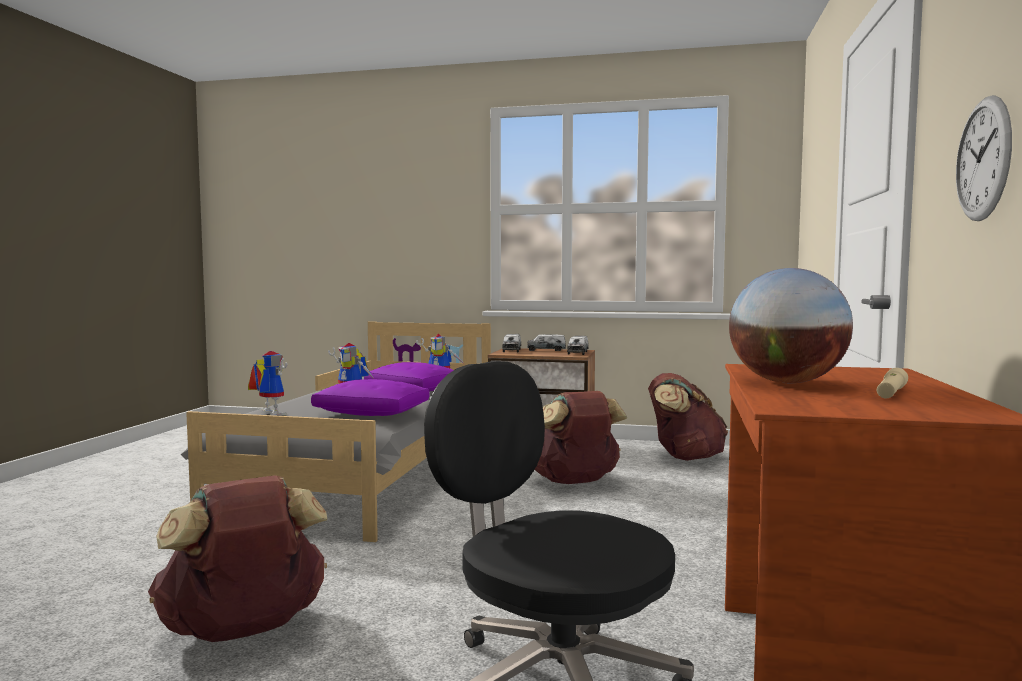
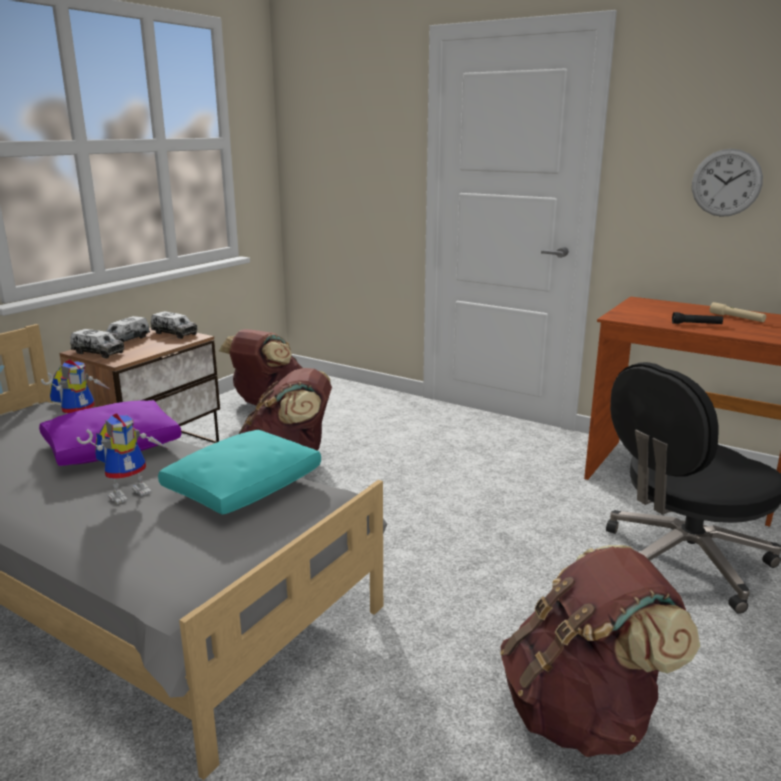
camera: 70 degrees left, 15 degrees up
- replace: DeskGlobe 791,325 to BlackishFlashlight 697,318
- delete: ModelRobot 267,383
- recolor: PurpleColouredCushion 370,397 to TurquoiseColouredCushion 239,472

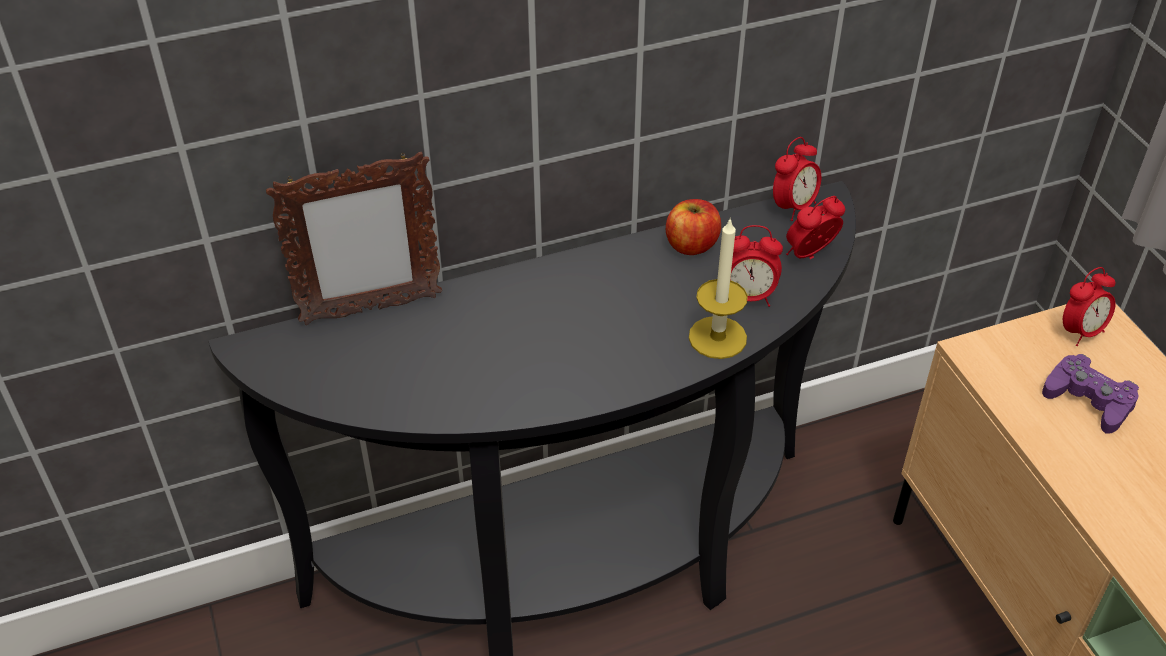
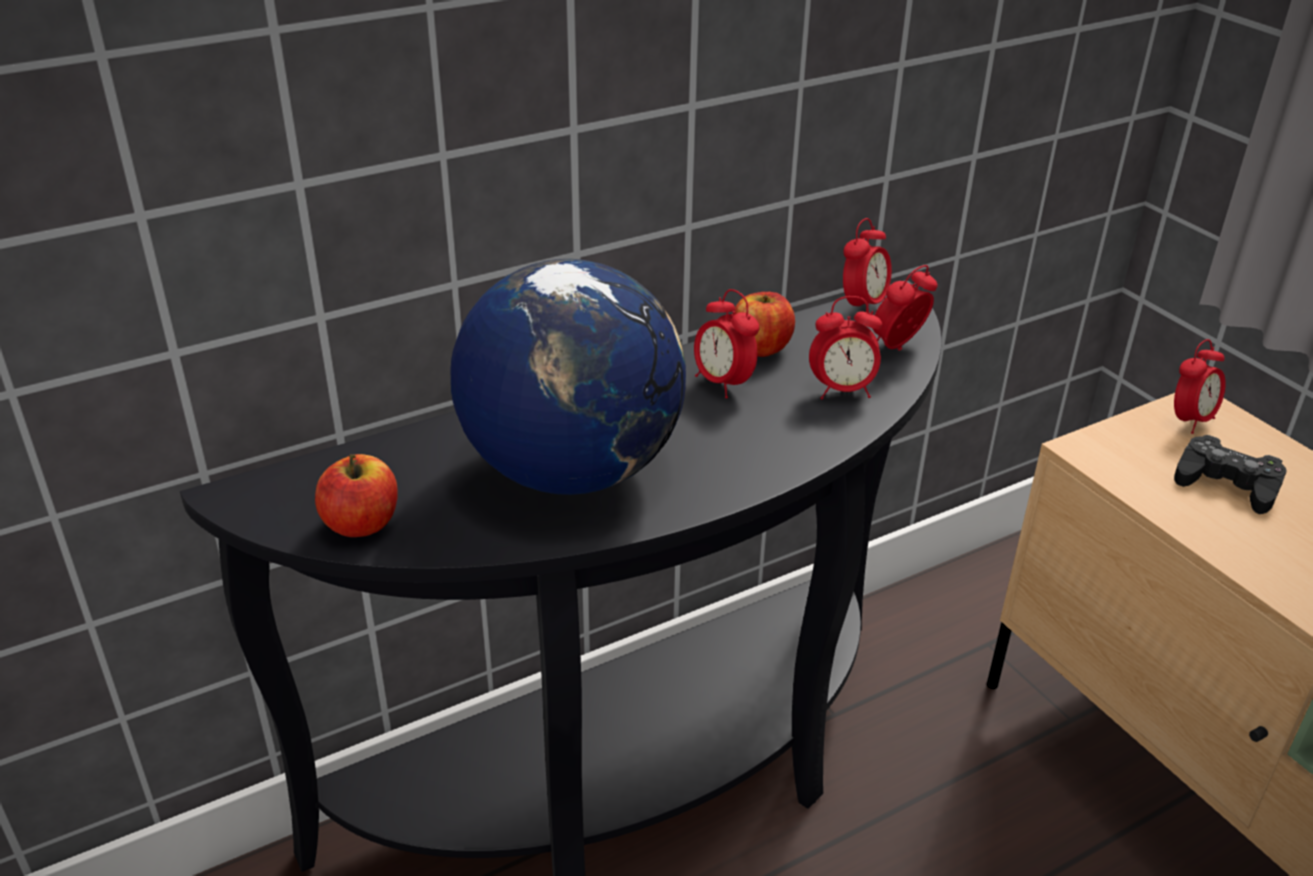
camera: 10 degrees left, 10 degrees down
- delete: StandingFrame 354,238
- delete: WaxLight 718,288
- recolor: PurpleColouredJoypad 1090,394 to BlackishJoypad 1230,474
- insert: DeskGlobe 568,377
- insert: TableClock 727,343
- insert: AppleFruit 356,495

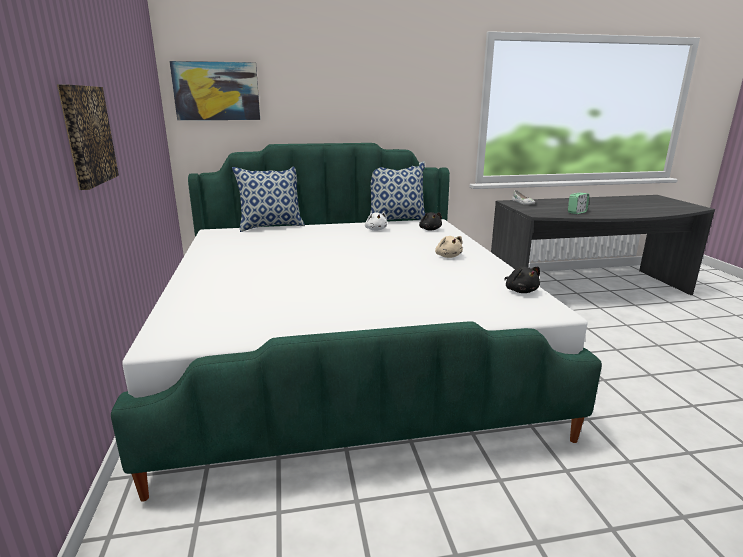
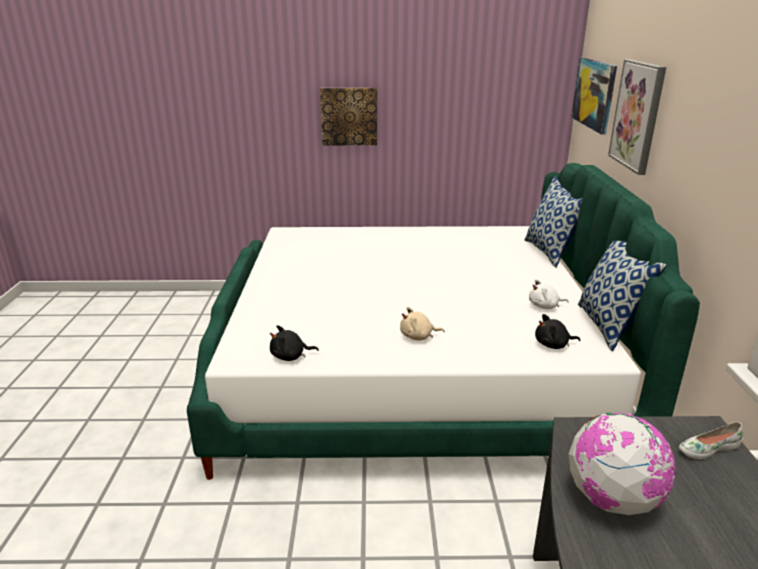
camera: 100 degrees right, 5 degrees up
- replace: TableClock 578,203 to DeskGlobe 622,464
- insert: WallPicture 637,117

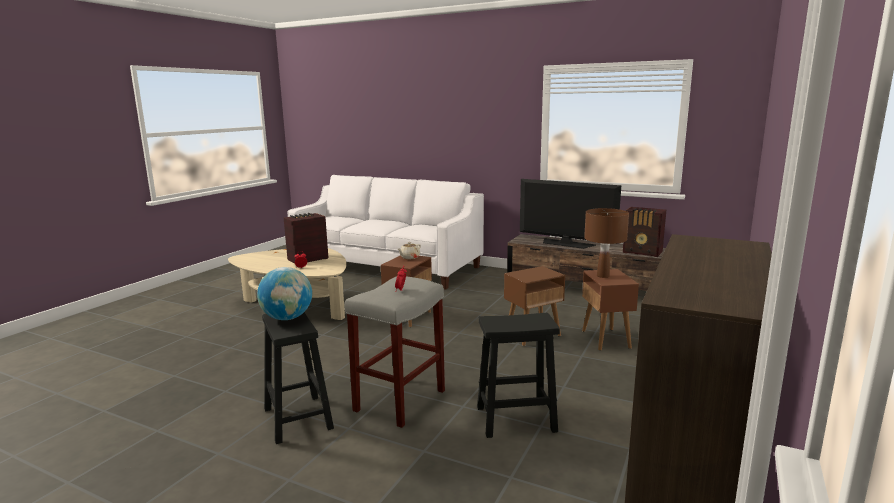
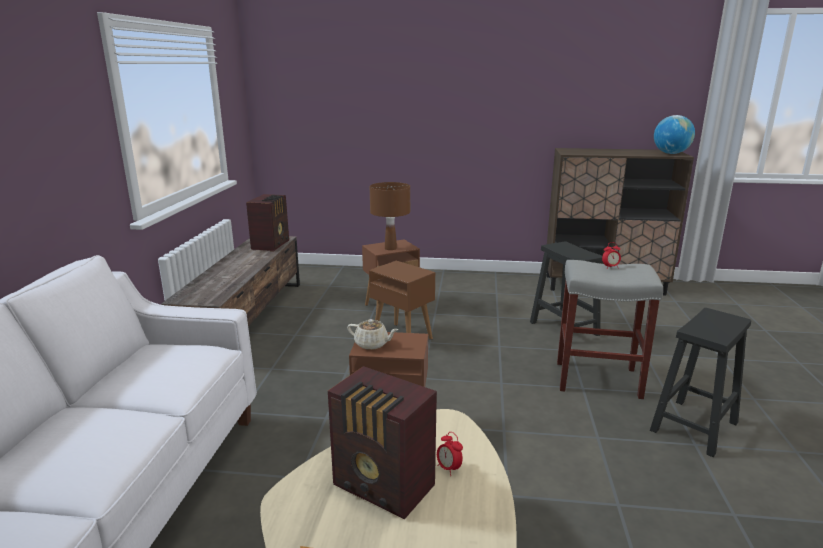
camera: 110 degrees left, 5 degrees up
- delete: Tv 570,214
- move: DeskGlobe 284,293 to 674,134

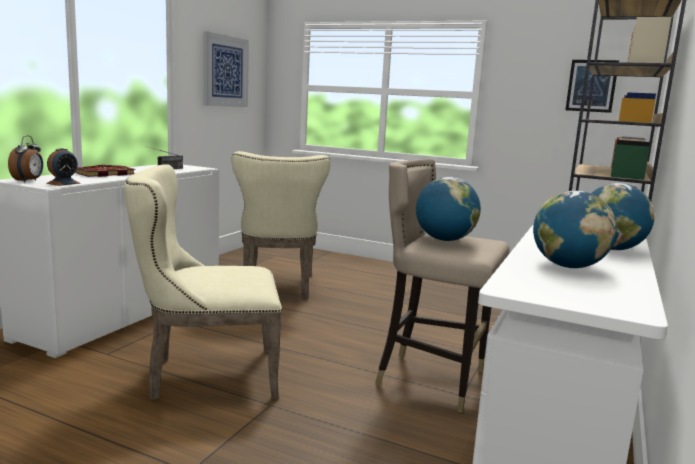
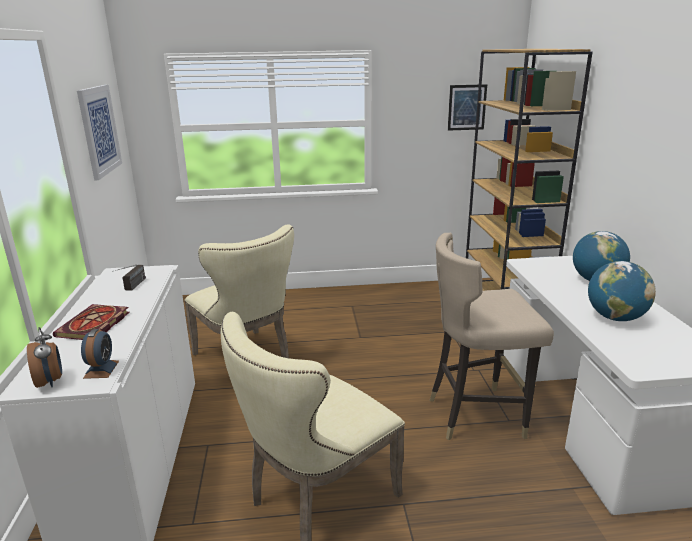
camera: 30 degrees left, 10 degrees up
- delete: DeskGlobe 448,209

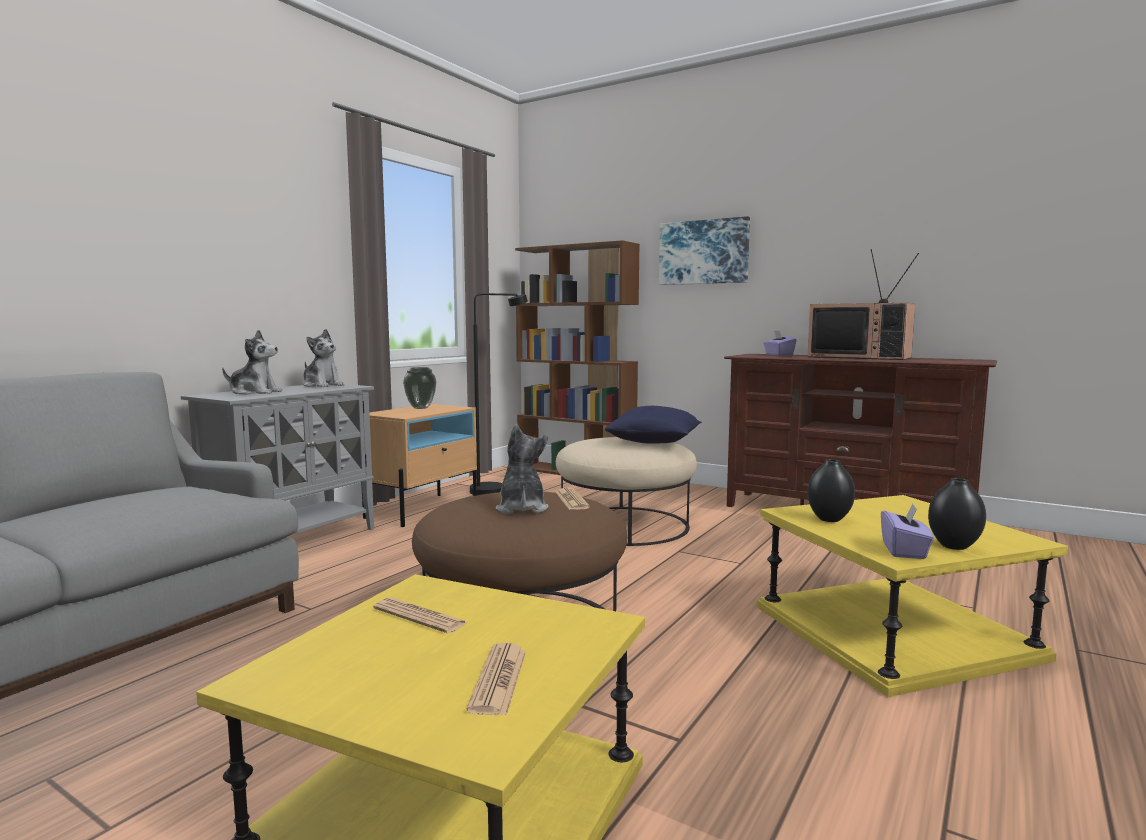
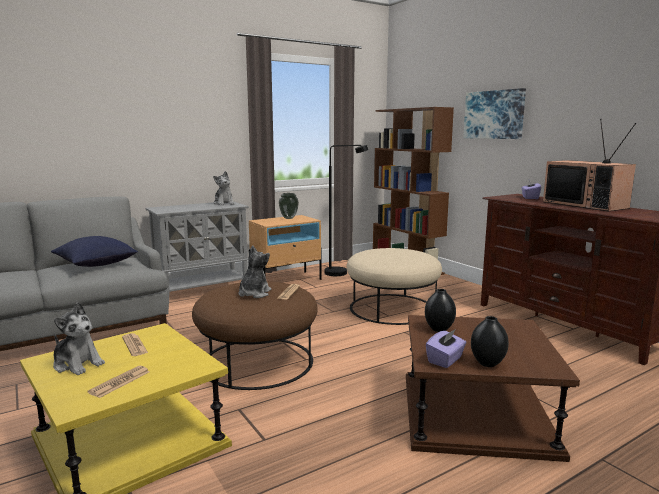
camera: 25 degrees right, 5 degrees up
- move: CuddlyToy 252,362 to 79,338
- move: BlueColouredCushion 653,424 to 94,251
- recolor: YellowishSideTable 912,596 to BrownishSideTable 493,388

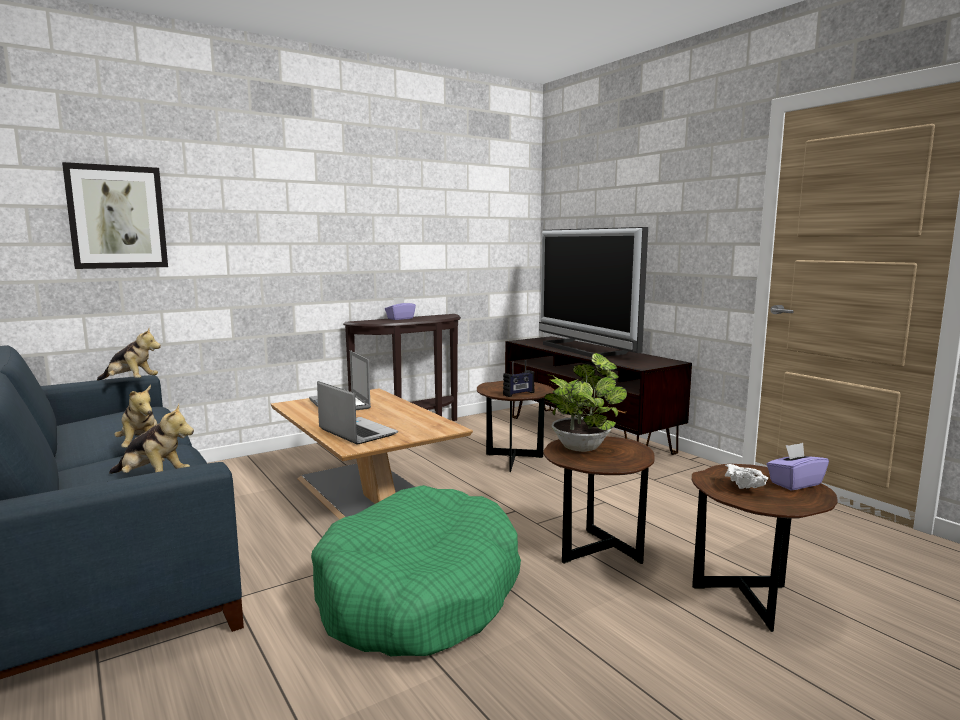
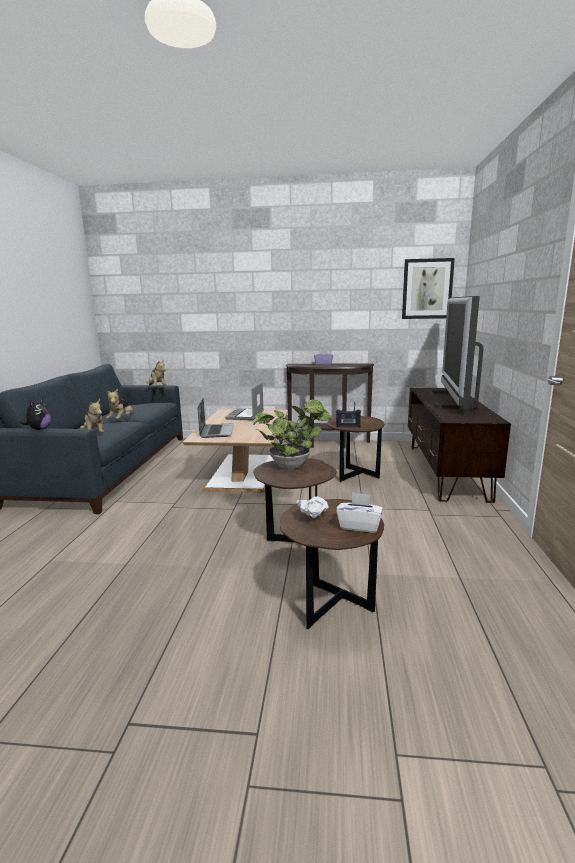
camera: 40 degrees right, 5 degrees up
- move: WallPicture 115,215 to 428,288
- recolor: PurpleColouredBoxOfTissues 798,466 to WhiteBoxOfTissues 359,512
- delete: GreenDogBed 416,570
- insert: CuddlyToy 35,414

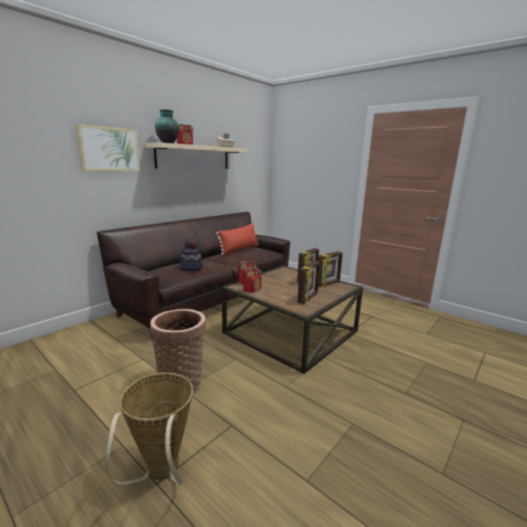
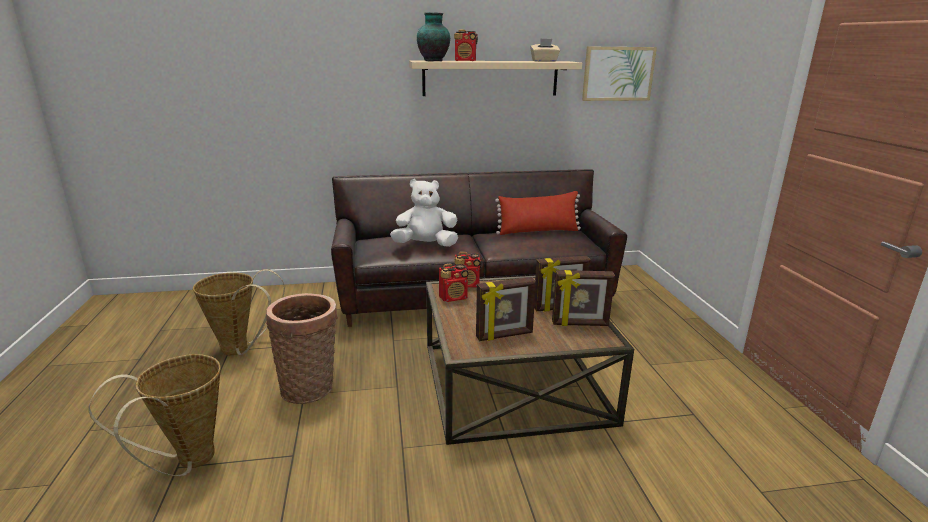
camera: 40 degrees right, 5 degrees up
- move: WallPicture 108,148 to 619,73
- replace: WearableHat 191,254 to WhiteCuddlyToy 424,213
- insert: Basket 239,312

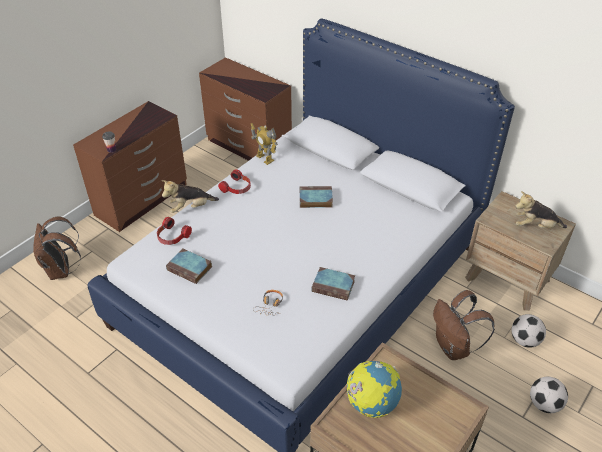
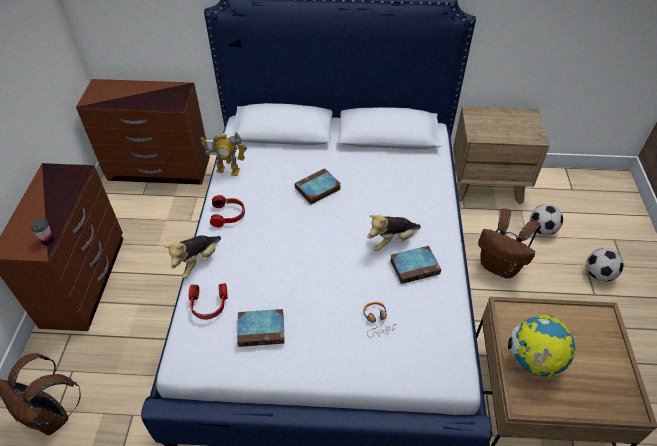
camera: 35 degrees left, 5 degrees up
- move: CuddlyToy 541,209 to 394,233

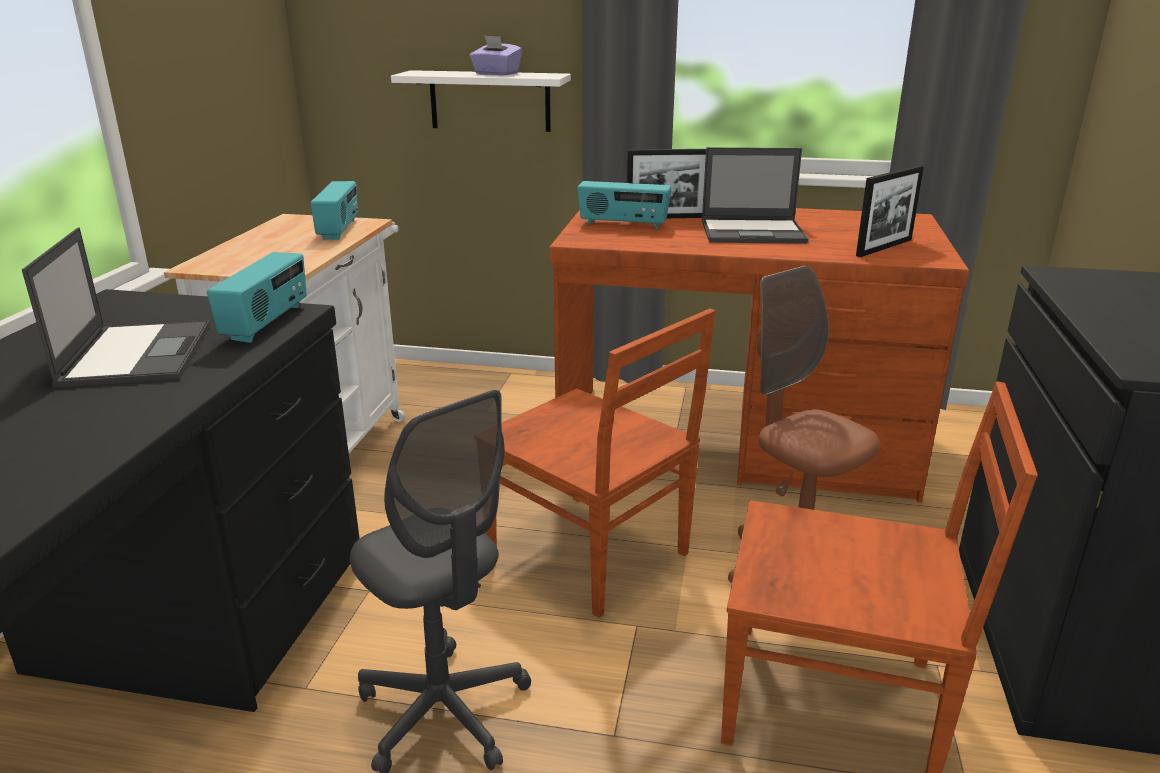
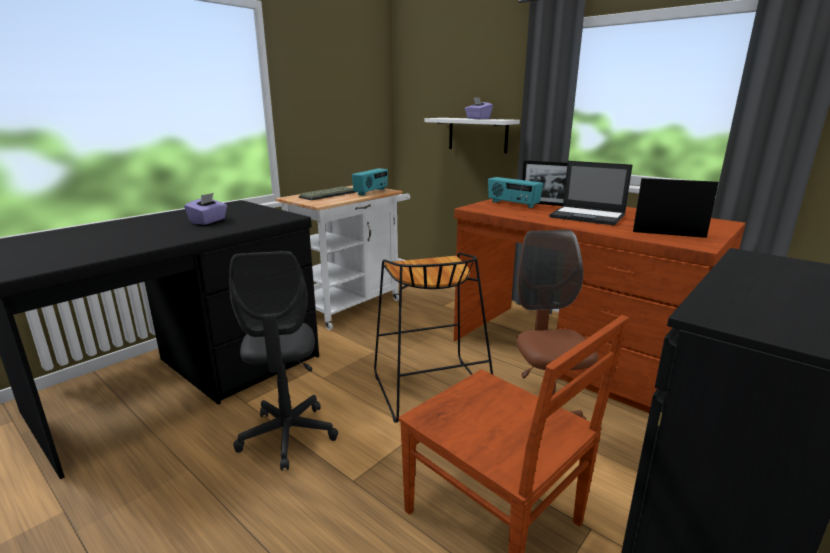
camera: 30 degrees right, 5 degrees down
- rotate: StandingFrame 890,211 = 676,208 150 degrees counterclockwise
- replace: Laptop 116,307 to PurpleColouredBoxOfTissues 205,209
- delete: Radio 257,297
- replace: BrownishPlainChair 600,463 to BlackishStool 433,337
- insert: Keyboard 327,193

